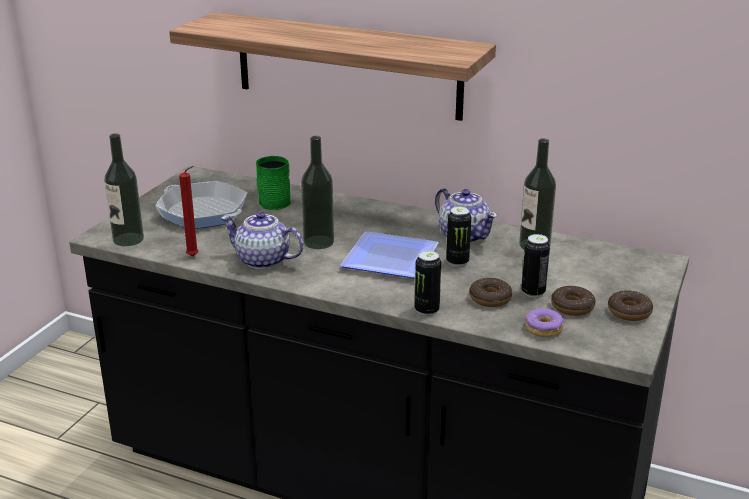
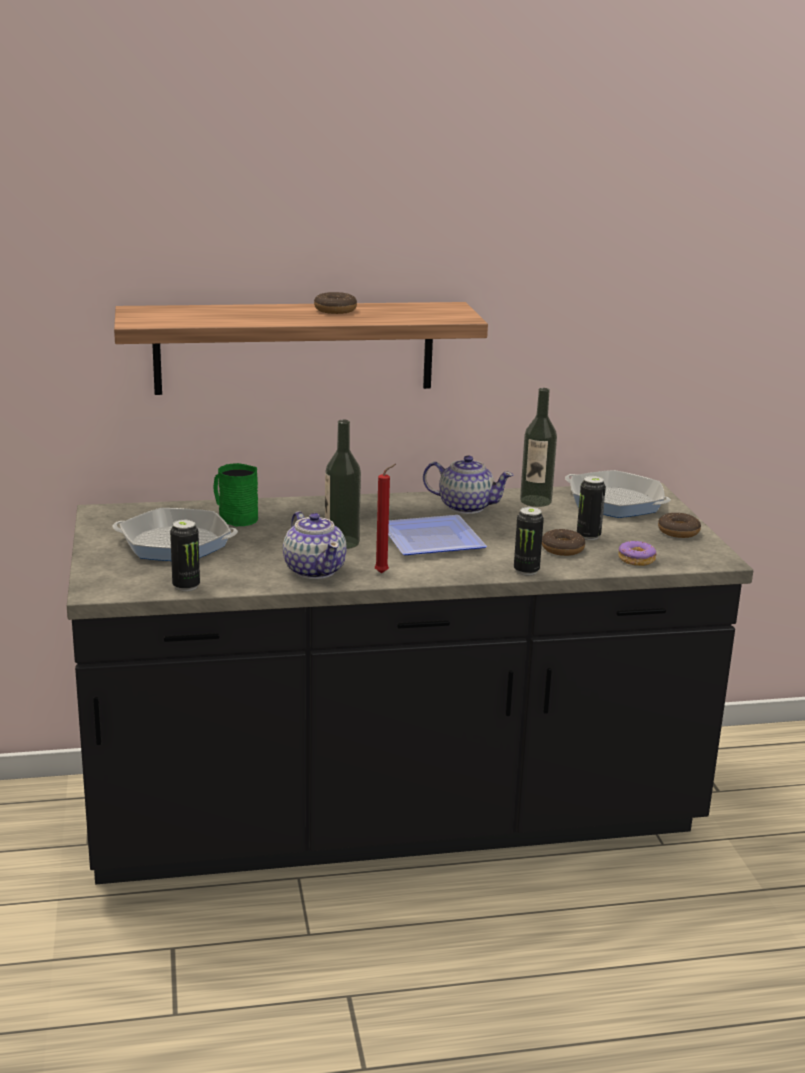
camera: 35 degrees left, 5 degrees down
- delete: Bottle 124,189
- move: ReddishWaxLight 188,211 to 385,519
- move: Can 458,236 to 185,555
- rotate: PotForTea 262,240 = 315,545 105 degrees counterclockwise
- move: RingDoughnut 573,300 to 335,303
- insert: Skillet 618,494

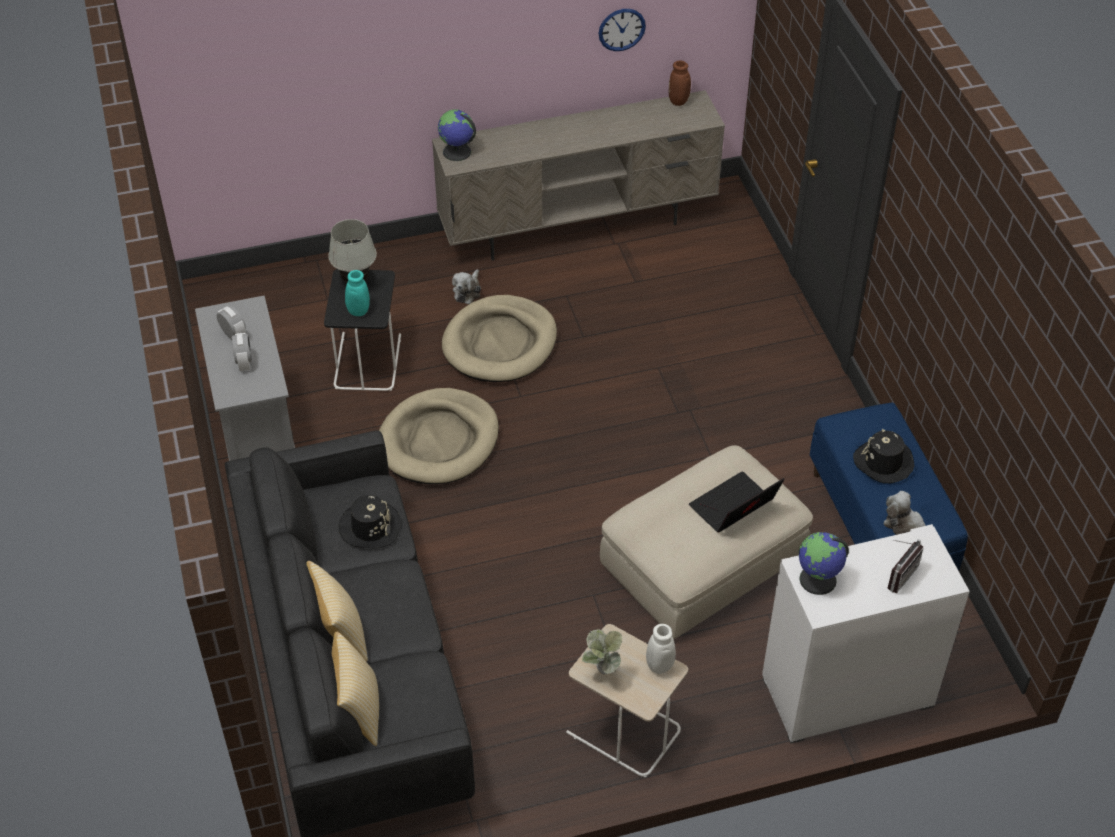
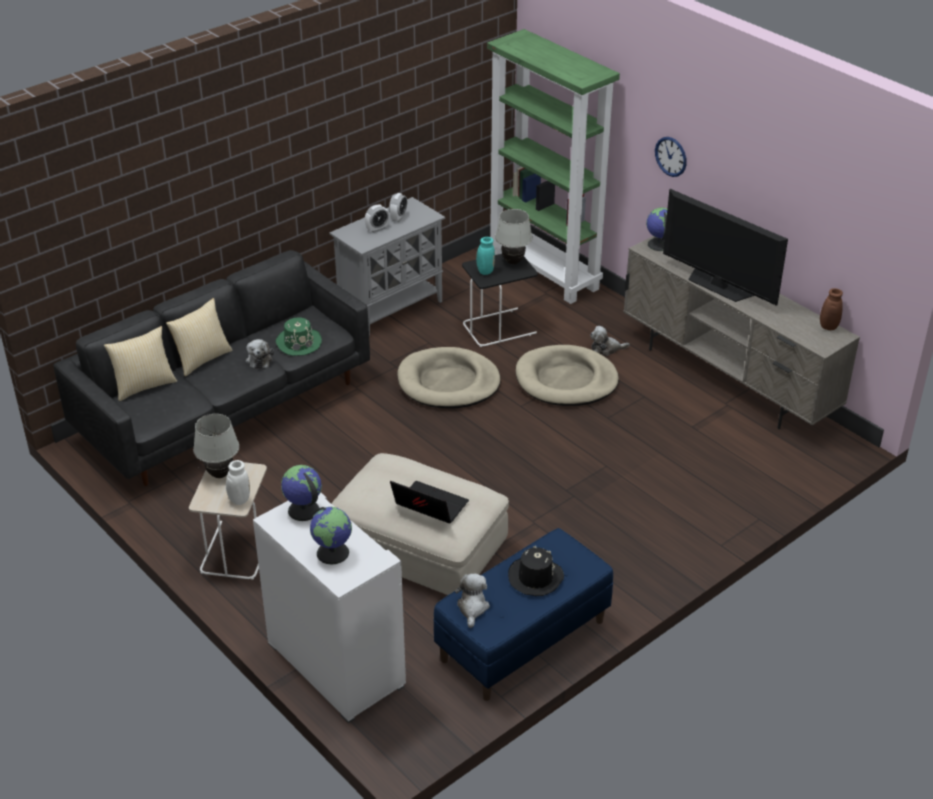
camera: 65 degrees right, 10 degrees down
- move: ClockOnTheWall 622,30 to 671,157
- recolor: BlackishWearableHat 369,522 to GreenWearableHat 299,336
- replace: Radio 905,566 to DeskGlobe 331,536
- replace: PottedPlant 602,652 to WhiteTableLamp 216,446
- insert: GreenShelvingUnit 553,166
- insert: Tv 725,247
- insert: CuddlyToy 260,354

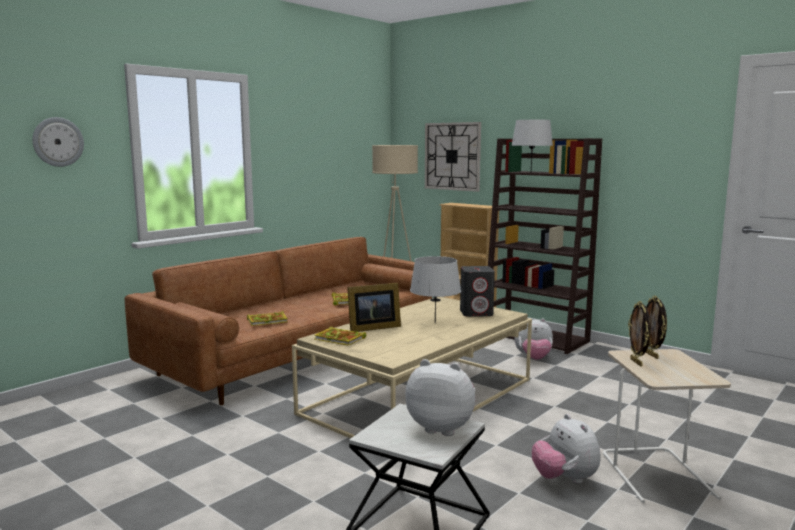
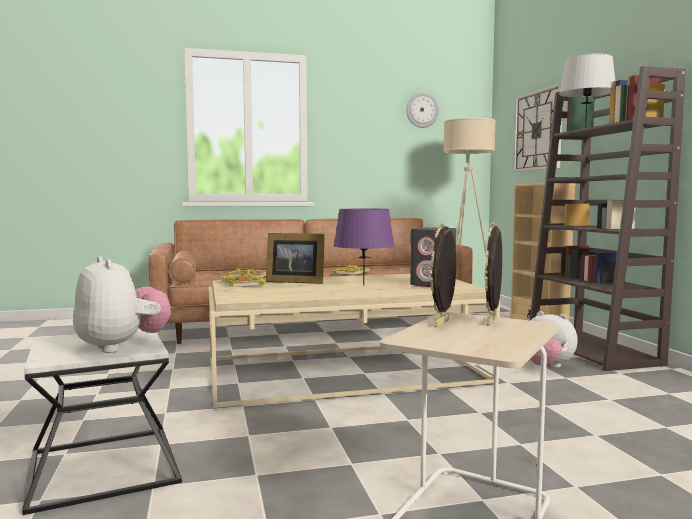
camera: 35 degrees right, 5 degrees down
- move: ClockOnTheWall 58,142 to 422,110
- recolor: GreyTableLamp 435,289 to PurpleColouredTableLamp 364,247
- delete: CuddlyToy 566,449

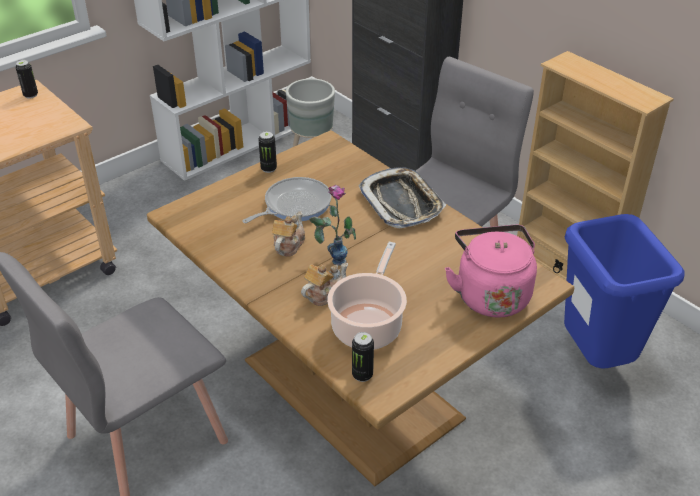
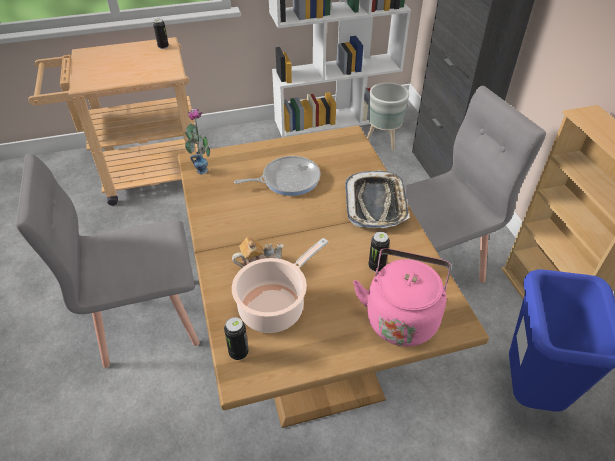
camera: 25 degrees right, 5 degrees up
- move: Can 267,152 to 379,252
- move: FlowerVase 332,225 to 197,141
- delete: PotForTea 288,234

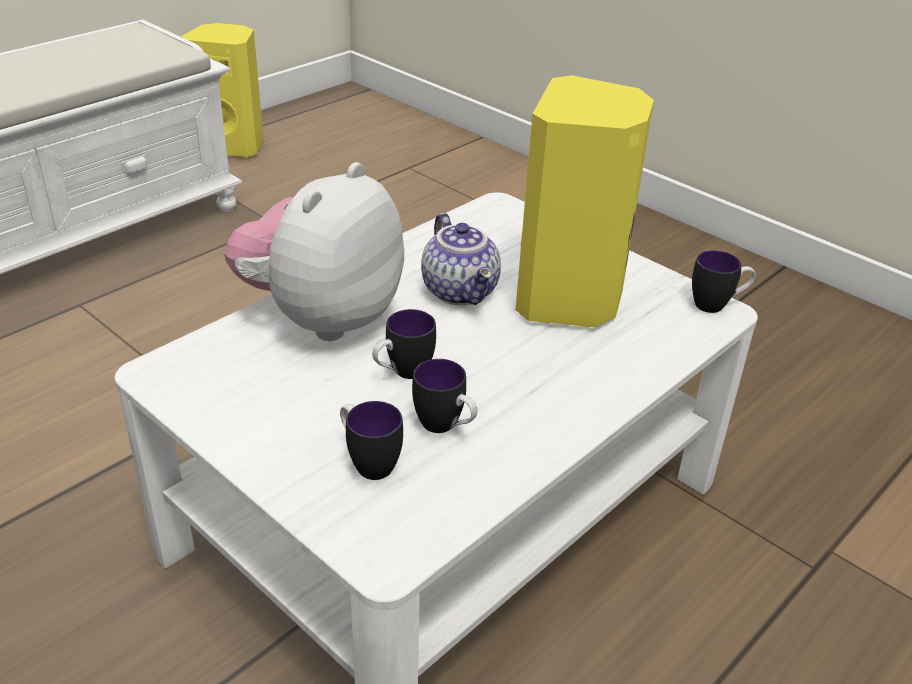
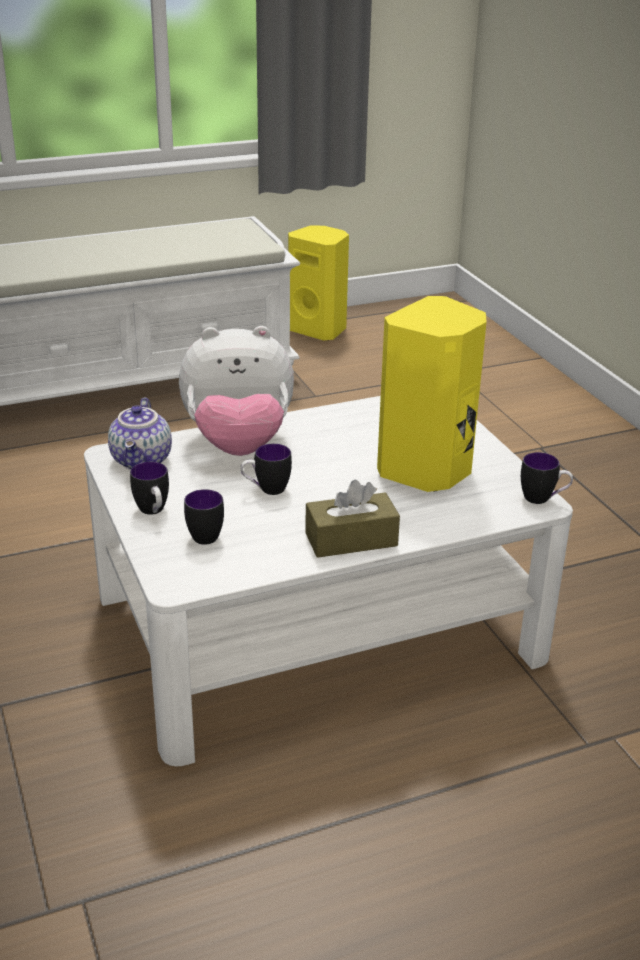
camera: 25 degrees right, 5 degrees down
- rotate: CuddlyToy 314,251 = 236,391 150 degrees counterclockwise
- move: PotForTea 461,259 to 140,434
- move: CoffeeMug 444,396 to 149,488
- insert: BrownishBoxOfTissues 353,519

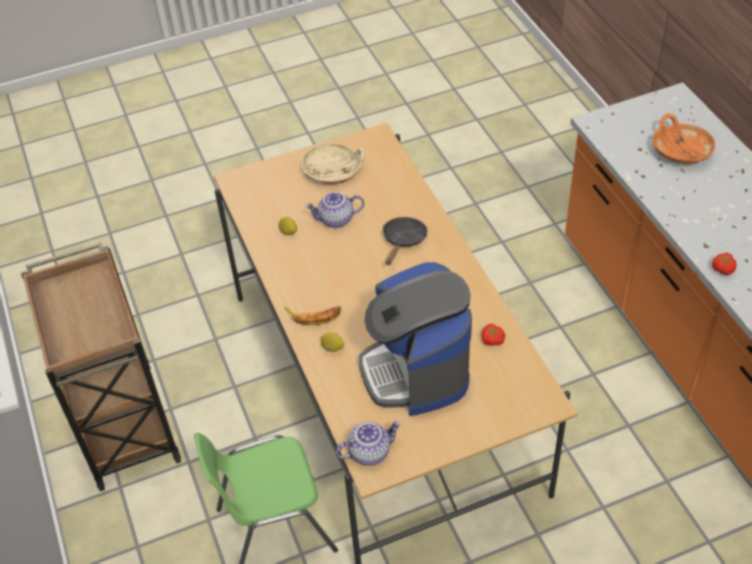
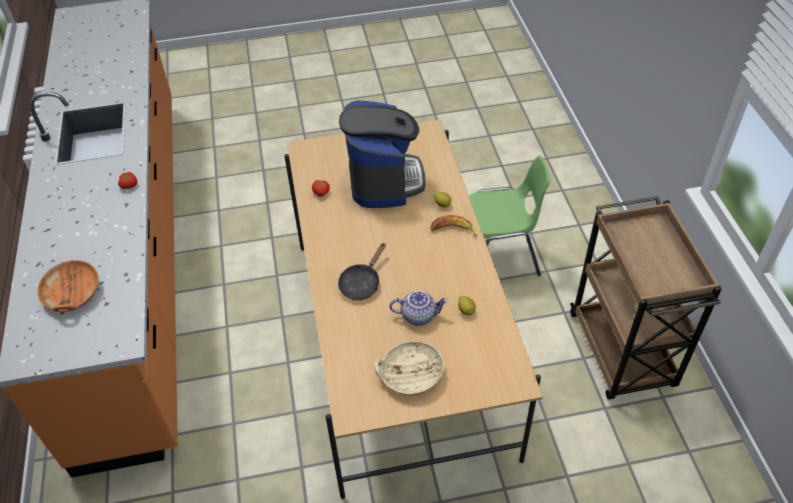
camera: 170 degrees left, 0 degrees up
- delete: PotForTea 368,443

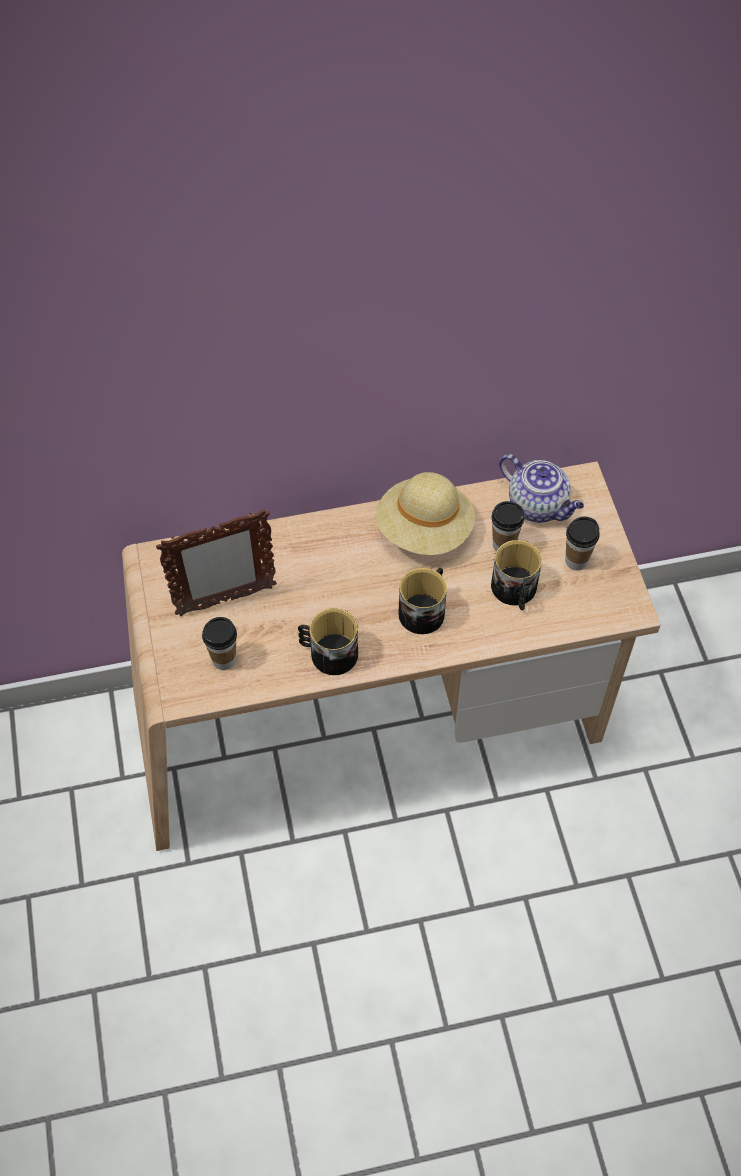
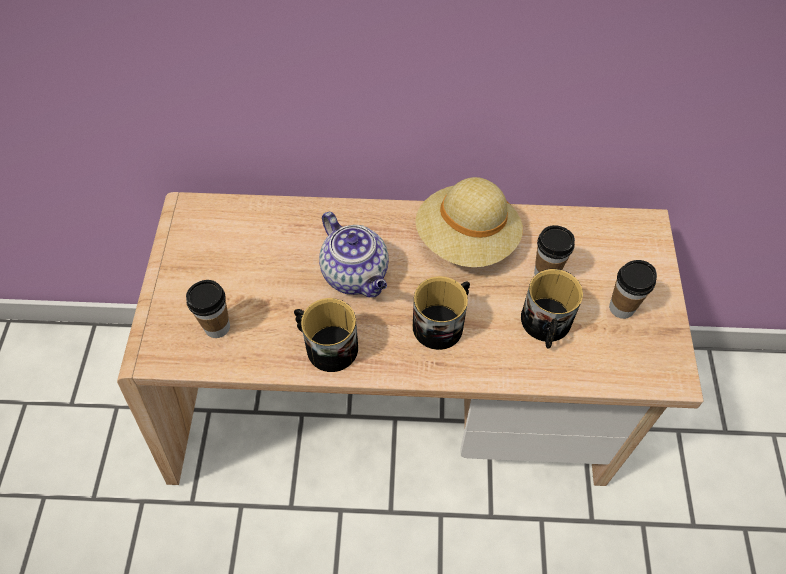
camera: 15 degrees right, 0 degrees up
- move: PotForTea 541,488 to 354,255
- delete: StandingFrame 216,562

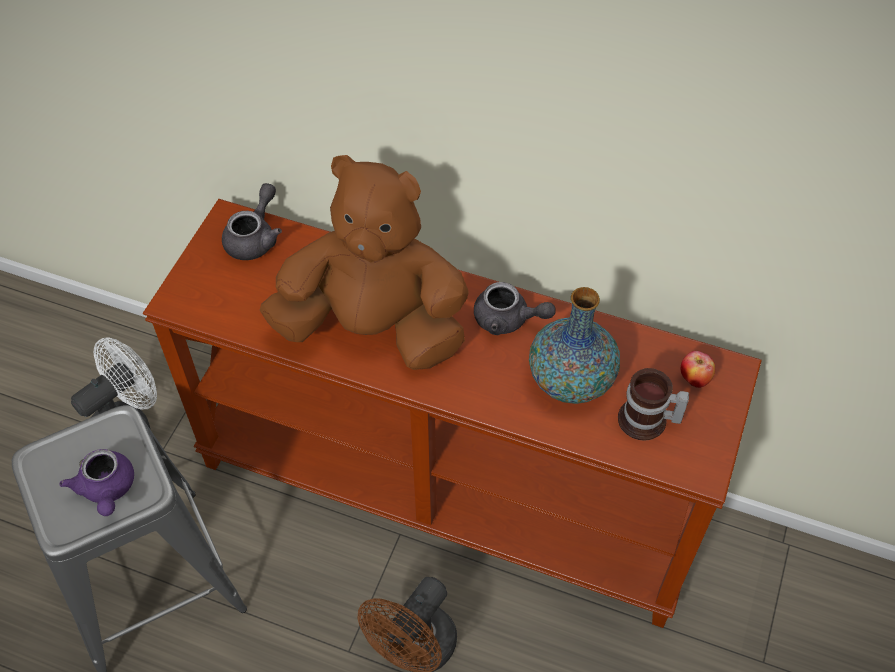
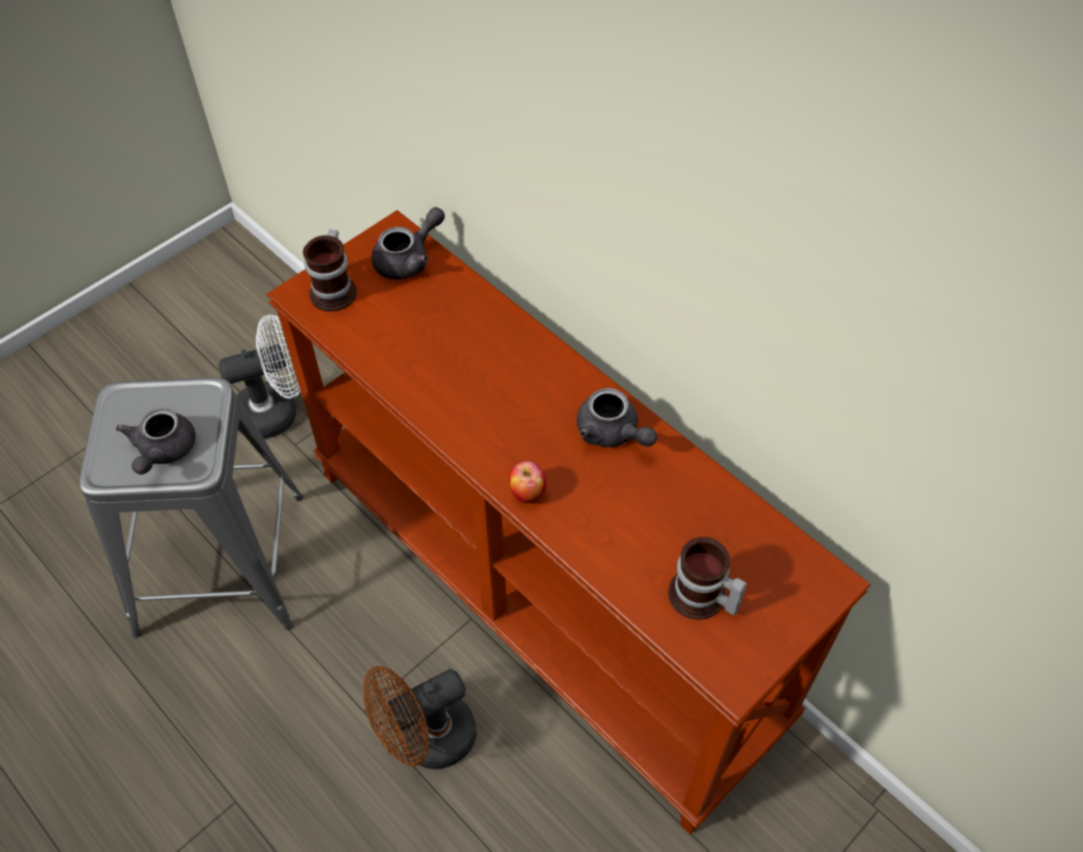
camera: 25 degrees right, 0 degrees up
- delete: BrownishCuddlyToy 364,262
- delete: FlowerVase 574,345
- move: AppleFruit 698,369 to 527,482
- recolor: PurpleColouredPotForTea 96,482 to GreyPotForTea 156,441
- insert: CoffeeMug 330,271

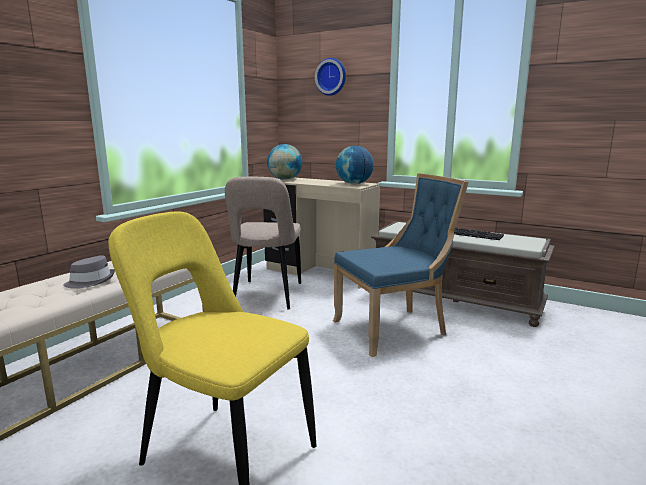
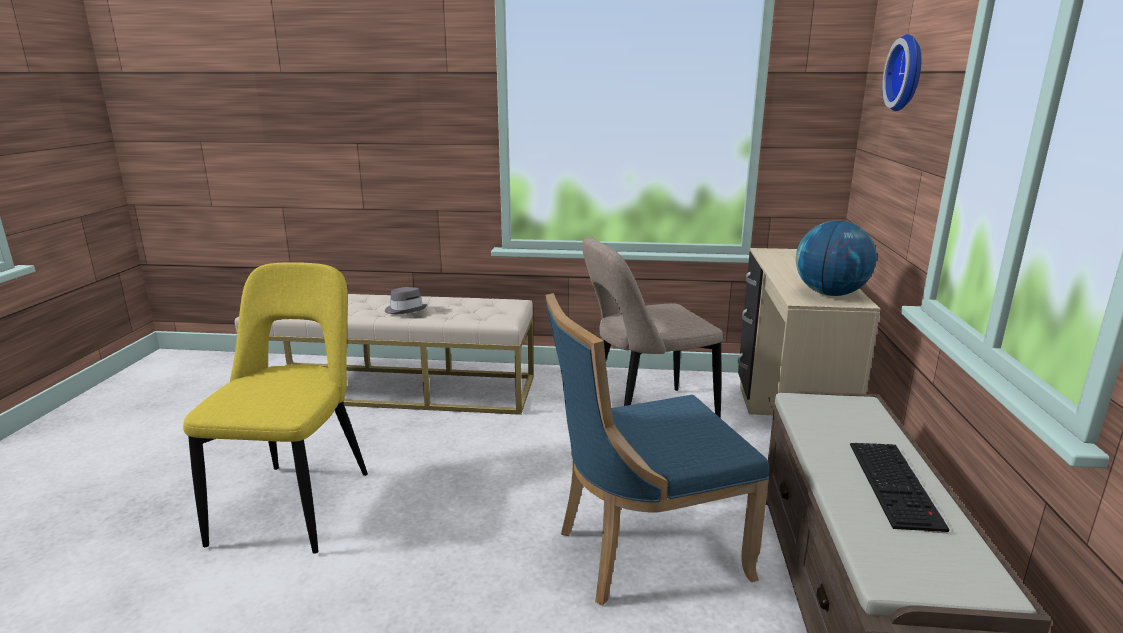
camera: 65 degrees right, 5 degrees up
- delete: DeskGlobe 284,162
- rotate: BlueColouredPlainChair 400,265 = 657,449 120 degrees clockwise

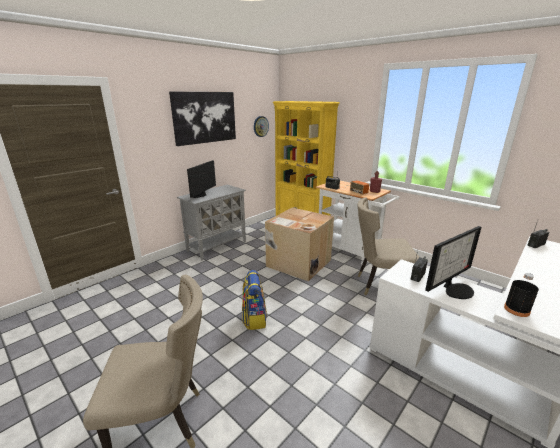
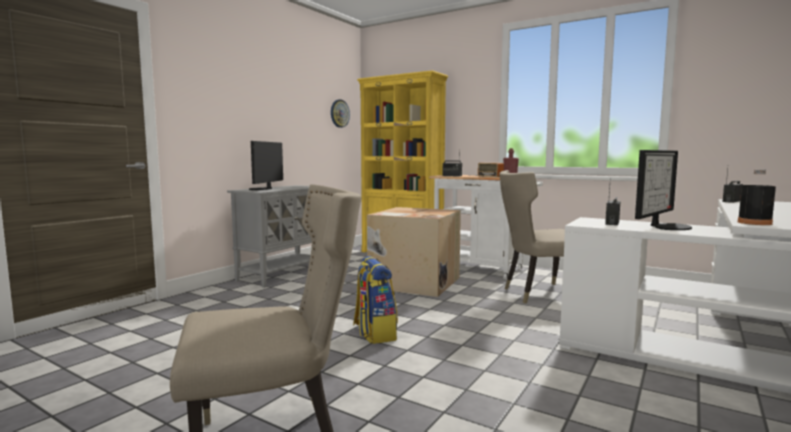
camera: 10 degrees left, 15 degrees down
- delete: WallPicture 202,119

